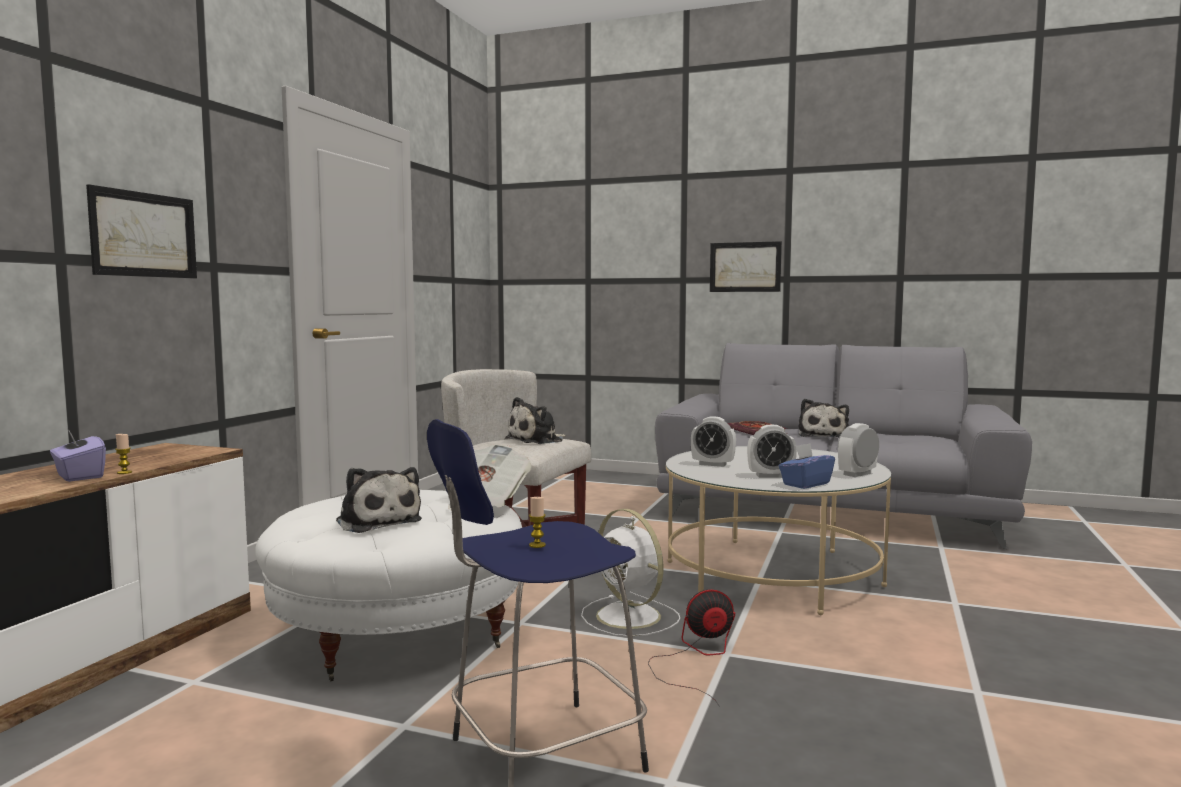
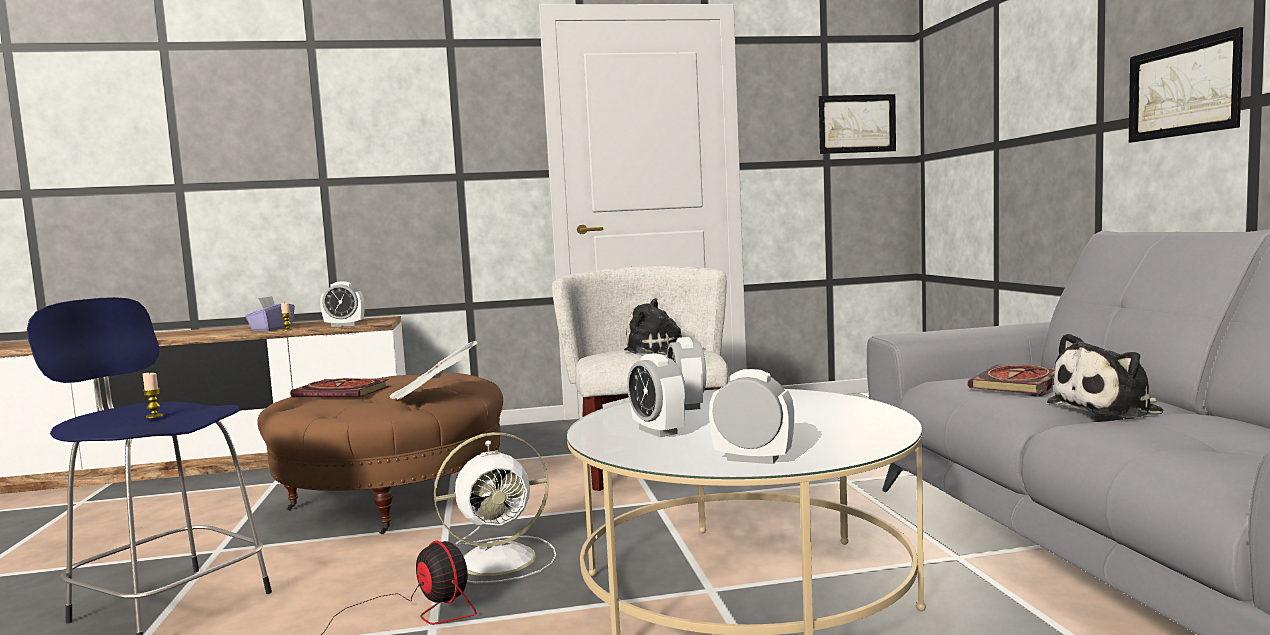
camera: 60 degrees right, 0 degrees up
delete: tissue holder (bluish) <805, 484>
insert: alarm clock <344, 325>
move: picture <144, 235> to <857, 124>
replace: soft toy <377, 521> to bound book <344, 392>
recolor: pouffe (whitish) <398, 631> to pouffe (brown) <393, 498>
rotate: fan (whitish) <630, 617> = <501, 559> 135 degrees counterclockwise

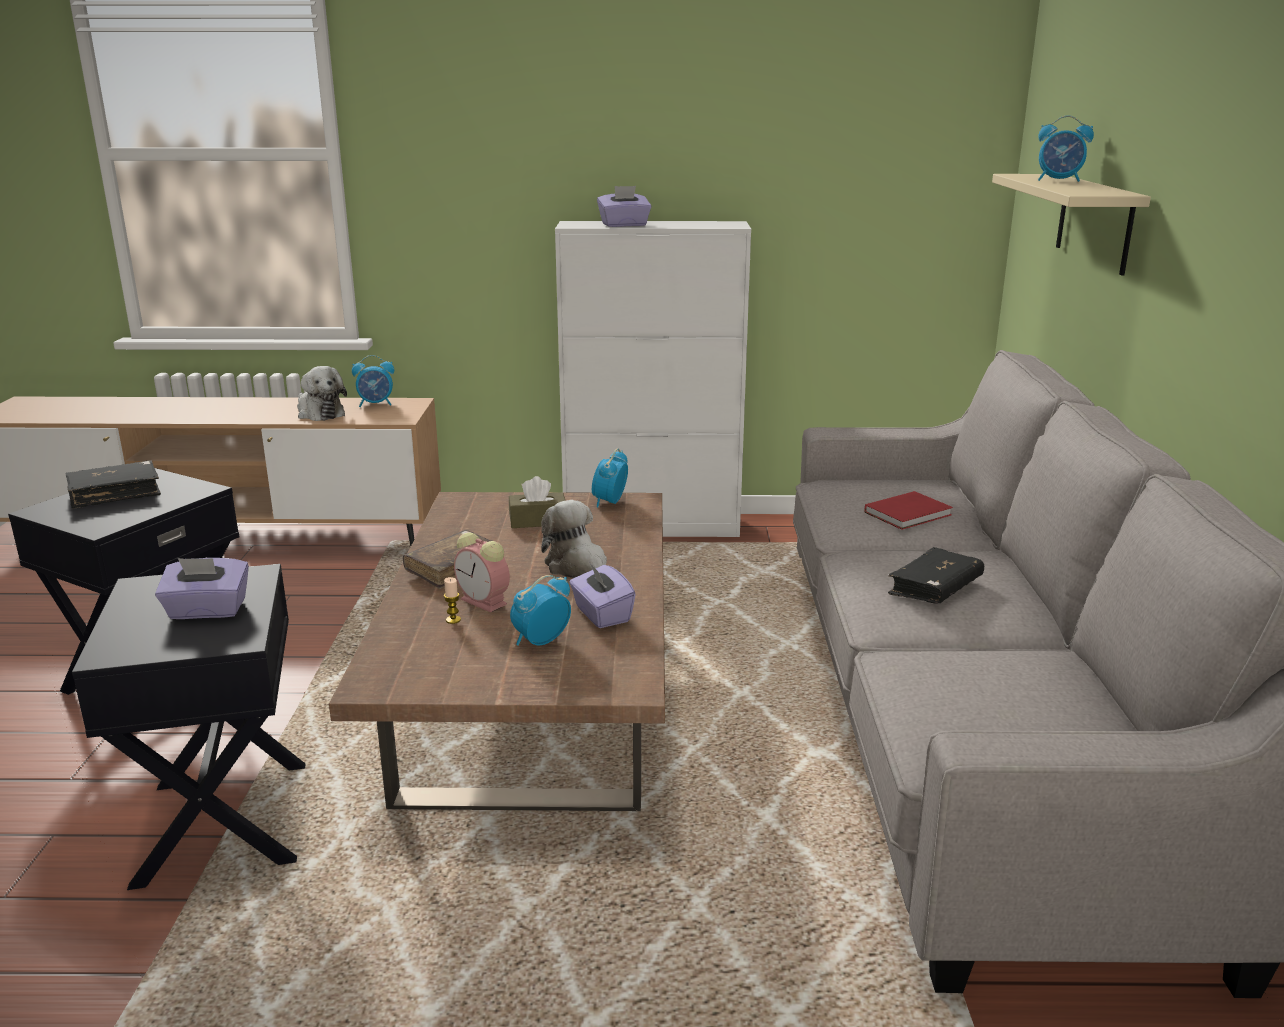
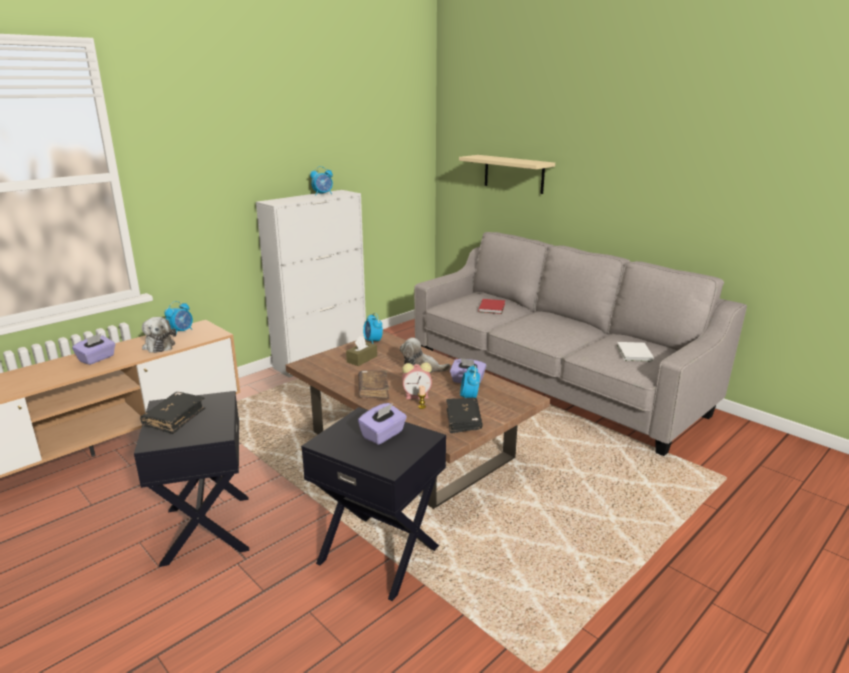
camera: 45 degrees left, 0 degrees up
insert: bound book (whitish) <634, 354>
move: alarm clock <1059, 180> to <323, 194>; tissue holder (purple-coloured) <624, 225> to <97, 359>; bound book (blackish) <935, 588> to <463, 421>
rotate: soft toy <319, 413> = <159, 345> 60 degrees clockwise

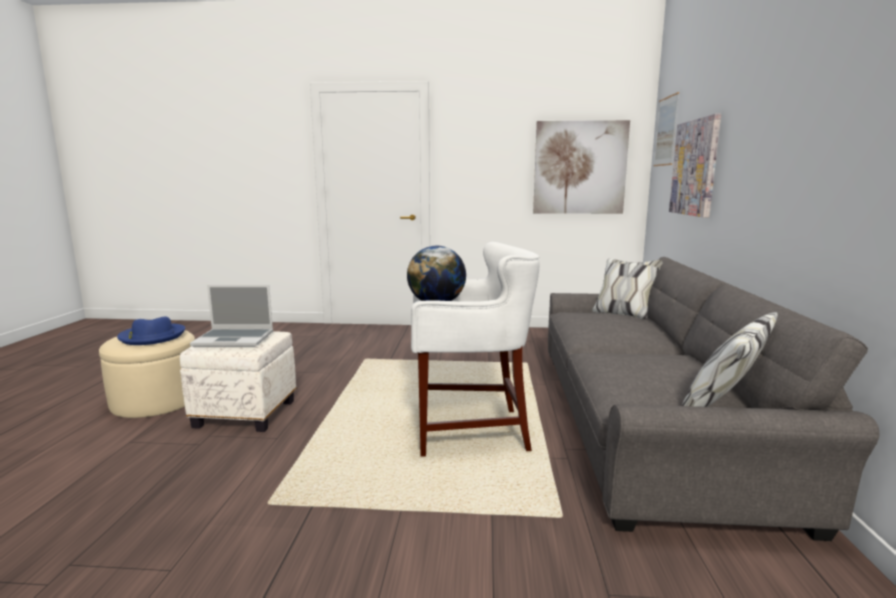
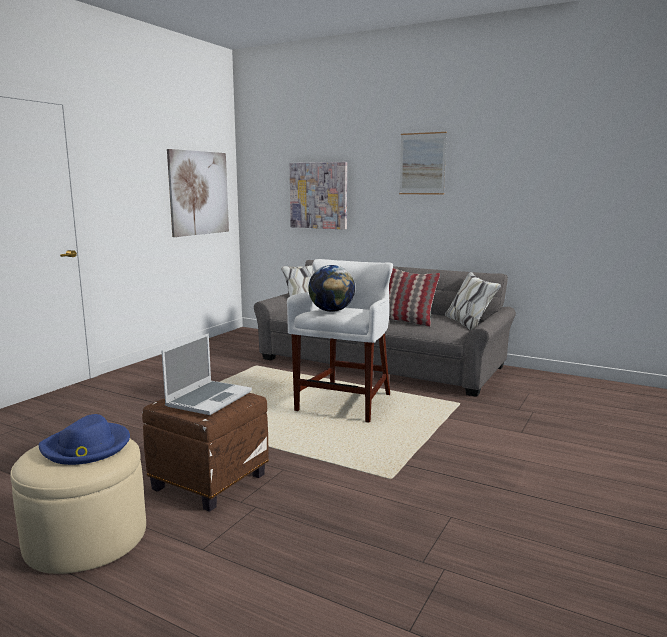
camera: 65 degrees left, 0 degrees up
insert: throw pillow <408, 321>
move: picture <666, 131> to <422, 163>
recolor: pouffe (whitish) <247, 413> to pouffe (brown) <210, 480>

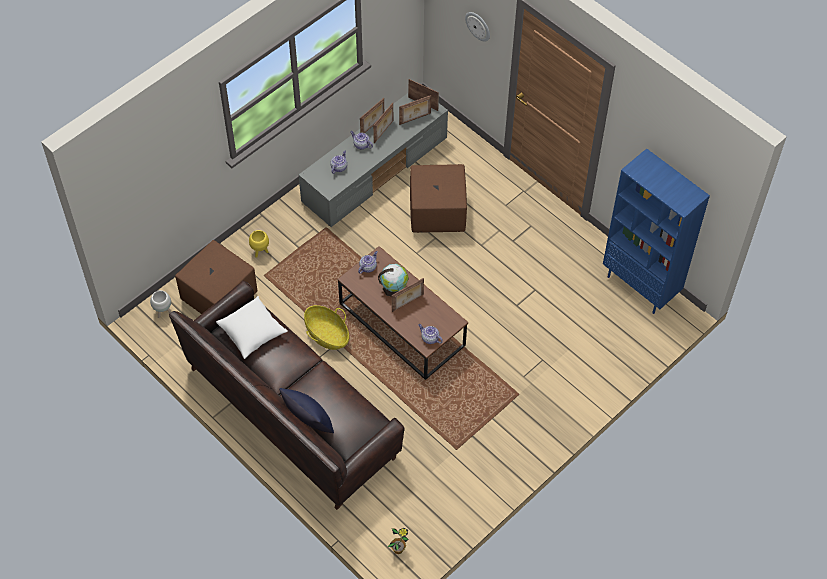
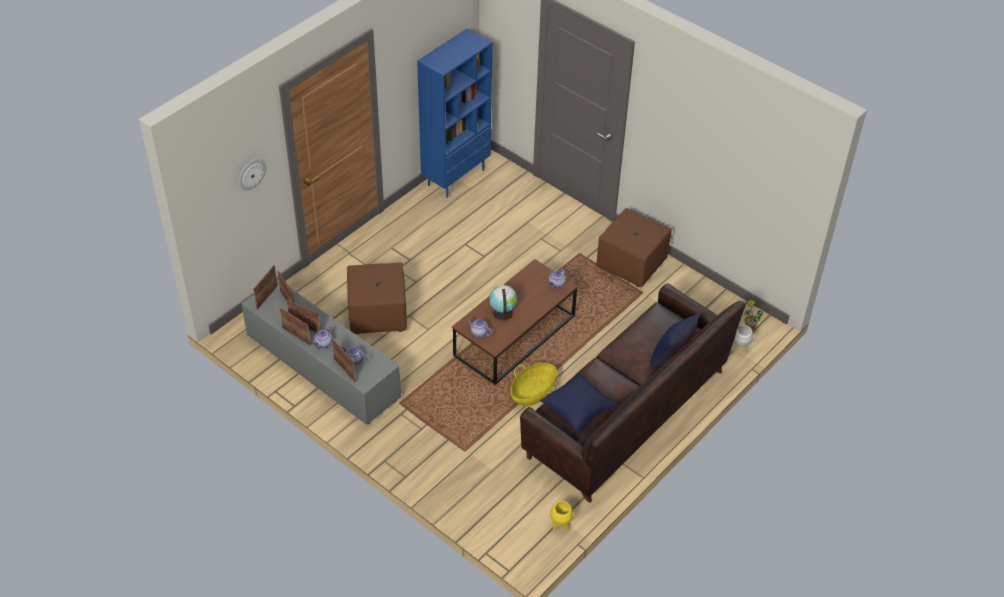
camera: 95 degrees left, 10 degrees down
move: flower pot (yellow-coloured) <260, 252> to <560, 526>; pouffe (brown) <220, 297> to <631, 264>; photo frame <408, 303> to <345, 370>; flower pot (whitish) <163, 312> to <740, 349>
recolor: throw pillow (whitish) <252, 332> to throw pillow (bluish) <577, 409>

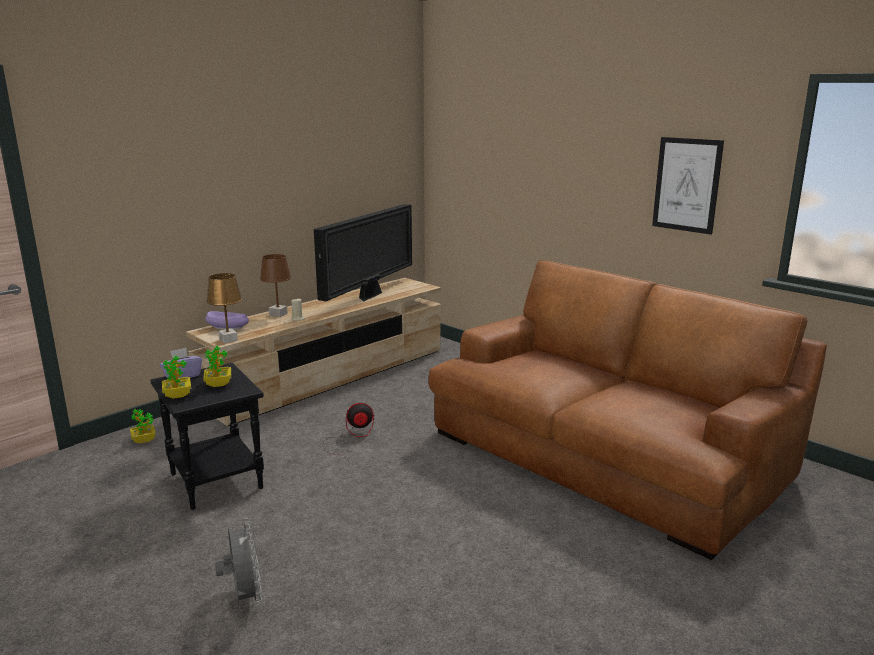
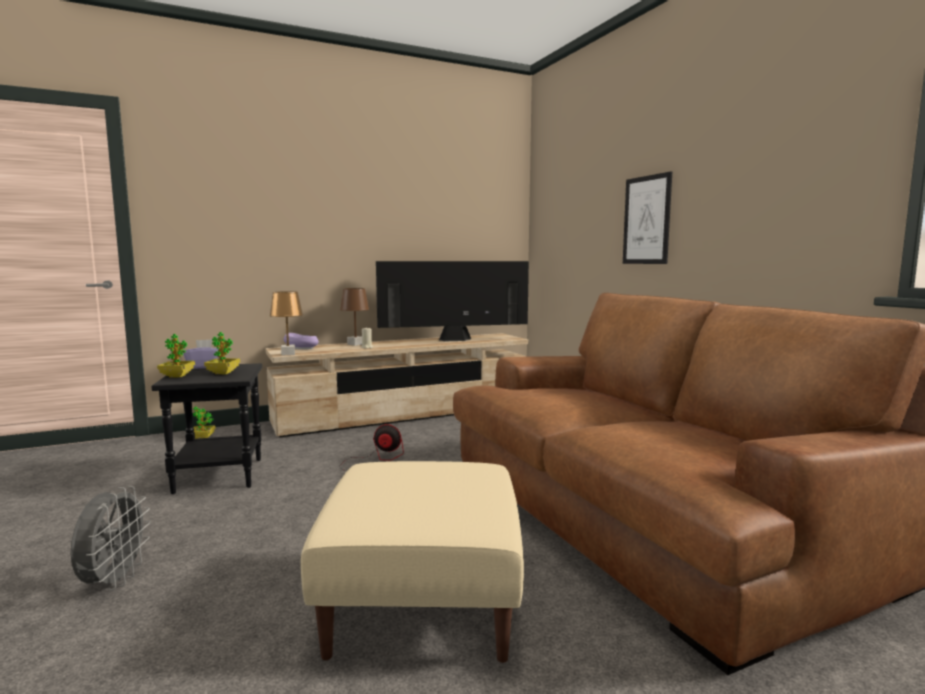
camera: 20 degrees right, 10 degrees down
insert: pouffe (beige-coloured) <423, 601>
move: picture <686, 185> to <646, 220>
rotate: TV set <370, 295> = <453, 340> 150 degrees counterclockwise

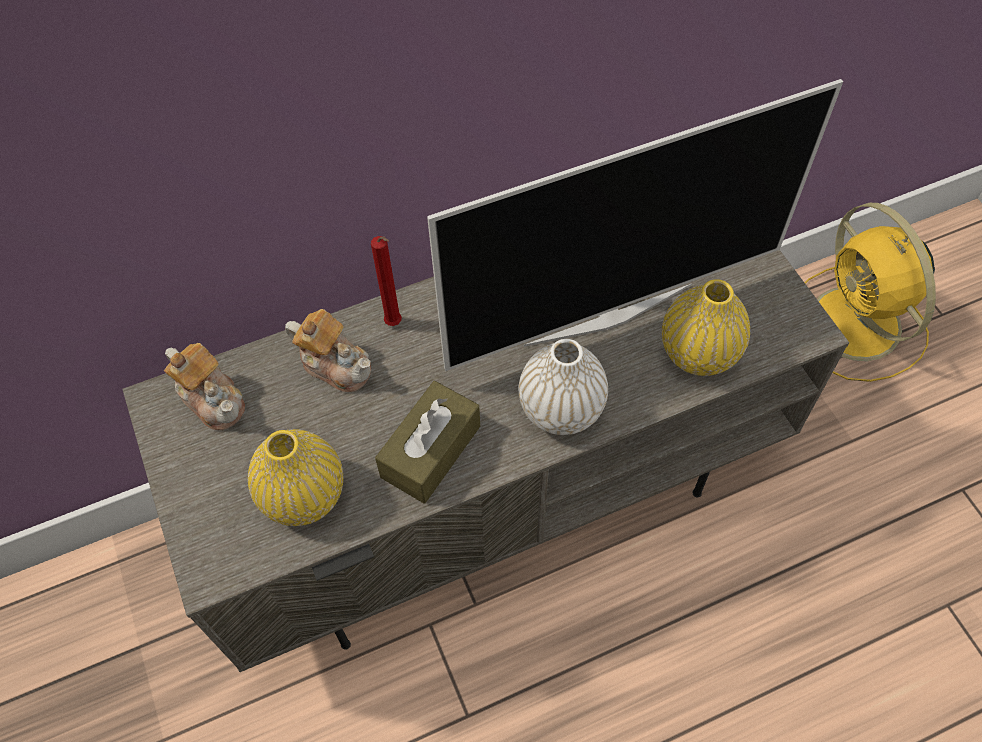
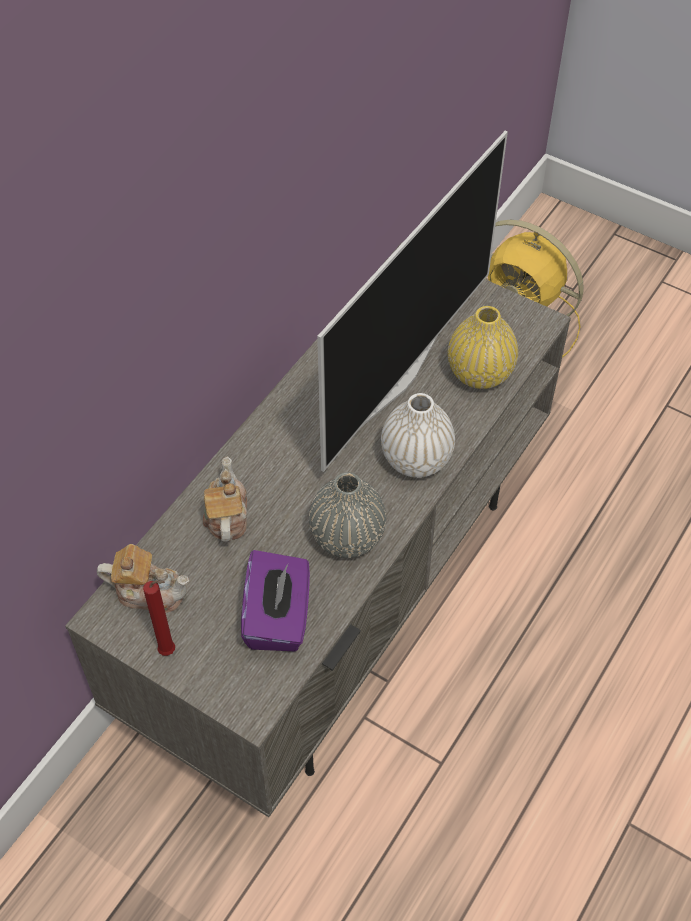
camera: 35 degrees left, 5 degrees down
move: wax candle (red-coloured) <395, 324> to <170, 652>
replace: tissue holder (brown) <431, 451> to flower vase (gray) <347, 537>; flower vase (yellow-coloured) <303, 495> to tissue holder (purple-coloured) <278, 618>
rotate: teapot <336, 365> = <226, 516> 90 degrees counterclockwise

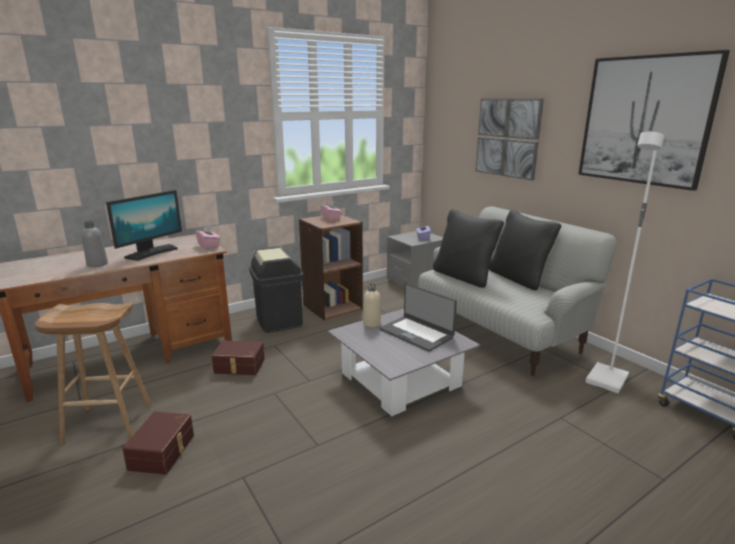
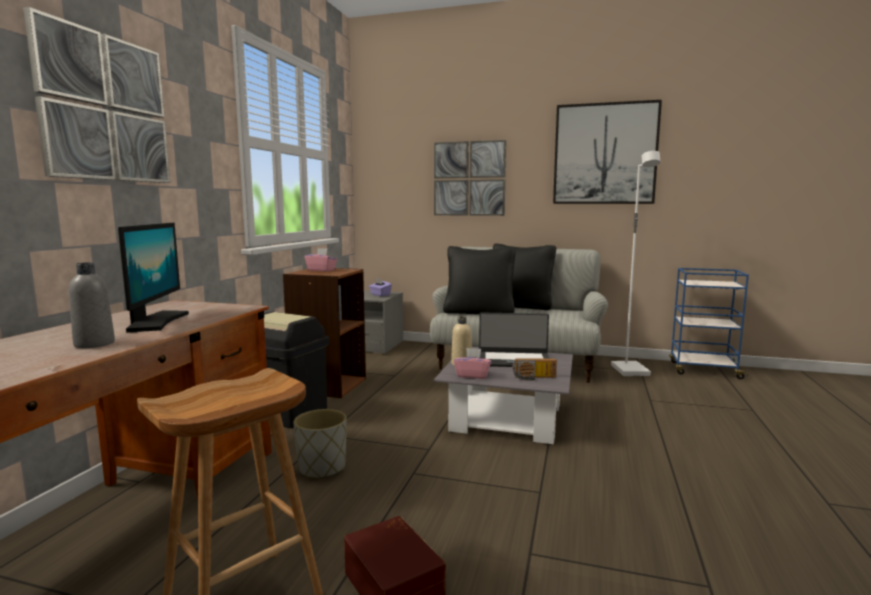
camera: 40 degrees left, 10 degrees down
insert: picture <105, 108>; radio <534, 378>
move: tissue holder (pink-coloured) <209, 246> to <472, 375>
replace: storage box (brown) <239, 366> to flower pot (gray) <322, 468>

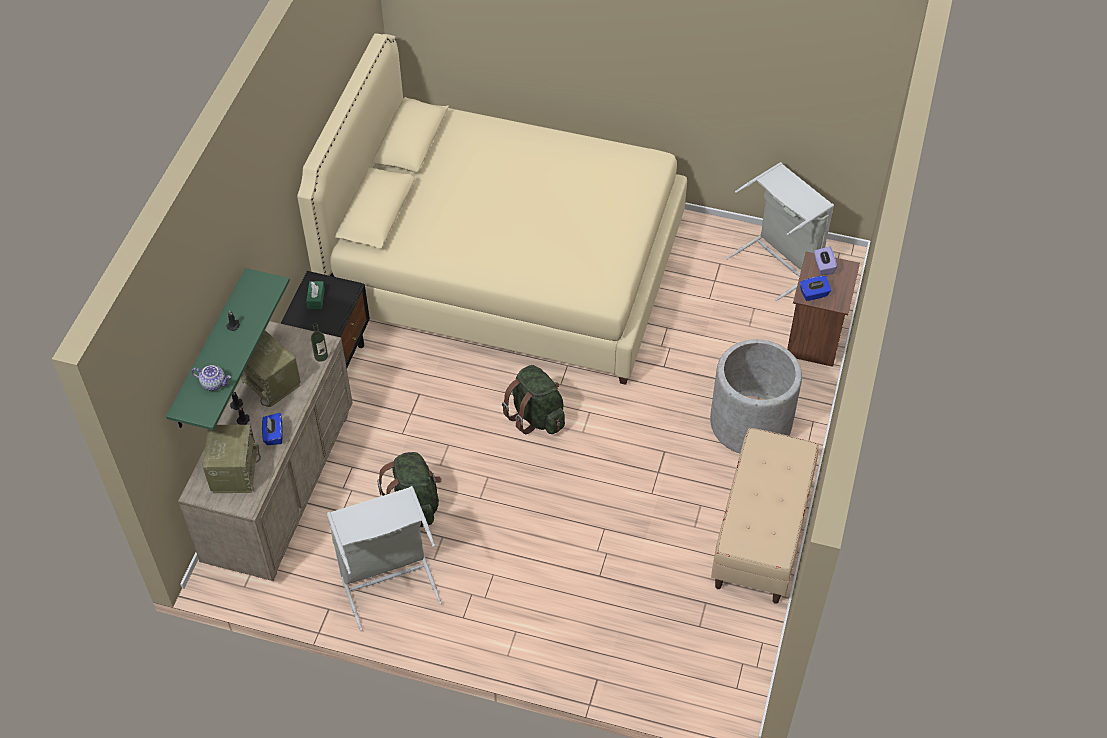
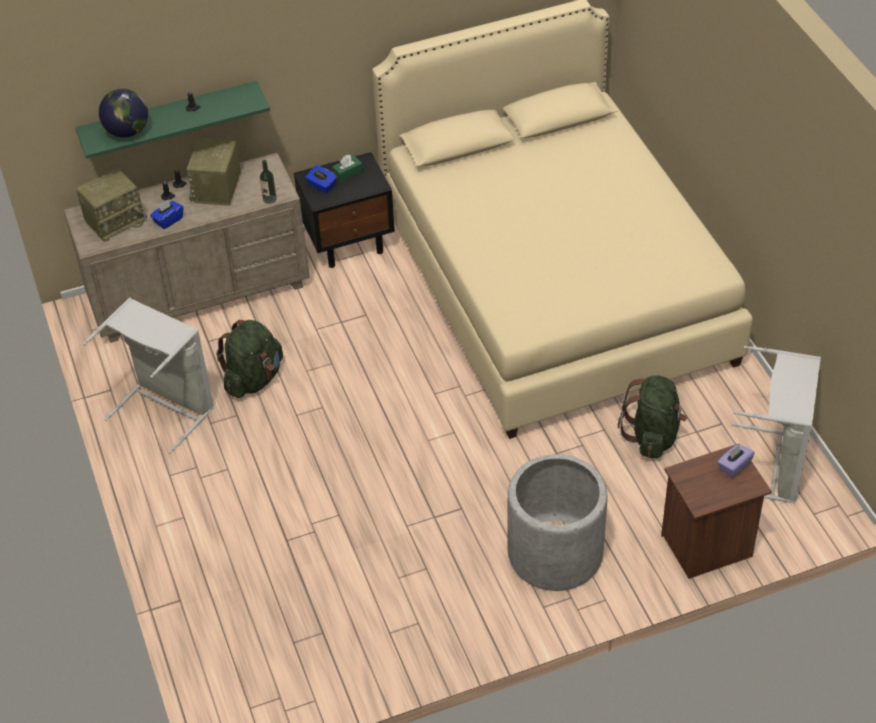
camera: 55 degrees right, 5 degrees down
delete: bench (beige-coloured) <761, 535>
move: tissue holder (bluish) <814, 294> to <321, 186>; backpack (green-coloured) <536, 416> to <653, 435>
replace: teapot <214, 383> to globe <127, 131>

